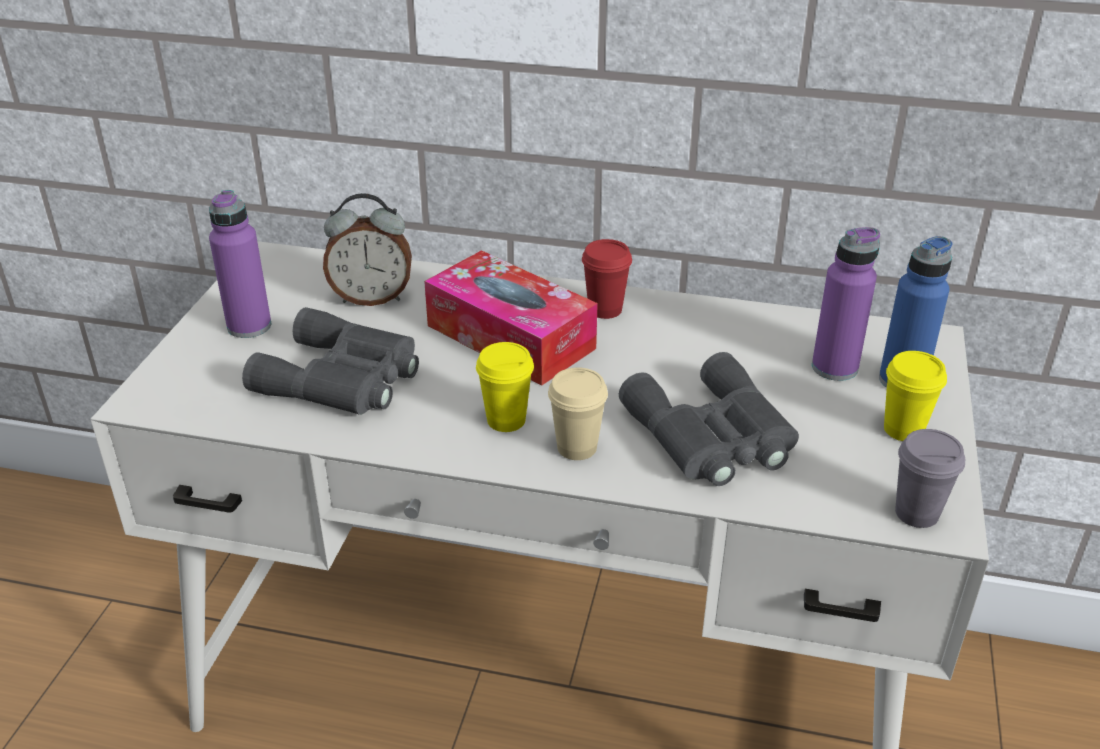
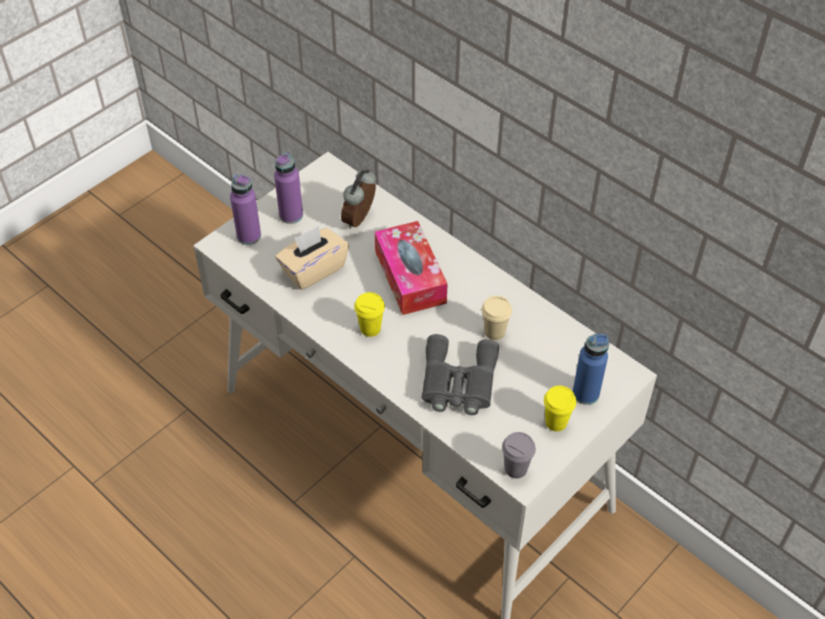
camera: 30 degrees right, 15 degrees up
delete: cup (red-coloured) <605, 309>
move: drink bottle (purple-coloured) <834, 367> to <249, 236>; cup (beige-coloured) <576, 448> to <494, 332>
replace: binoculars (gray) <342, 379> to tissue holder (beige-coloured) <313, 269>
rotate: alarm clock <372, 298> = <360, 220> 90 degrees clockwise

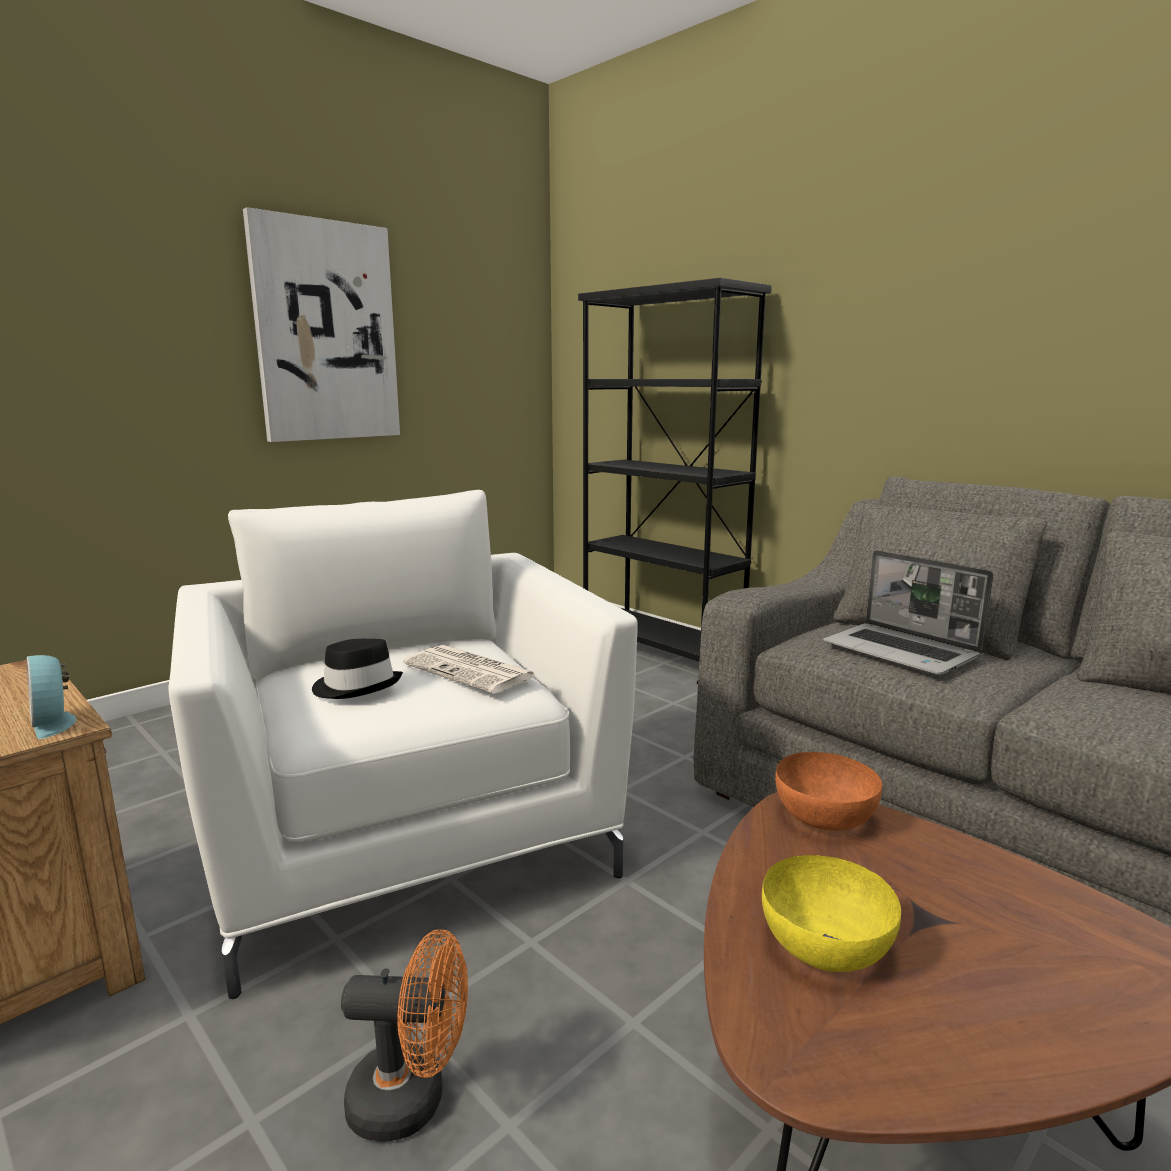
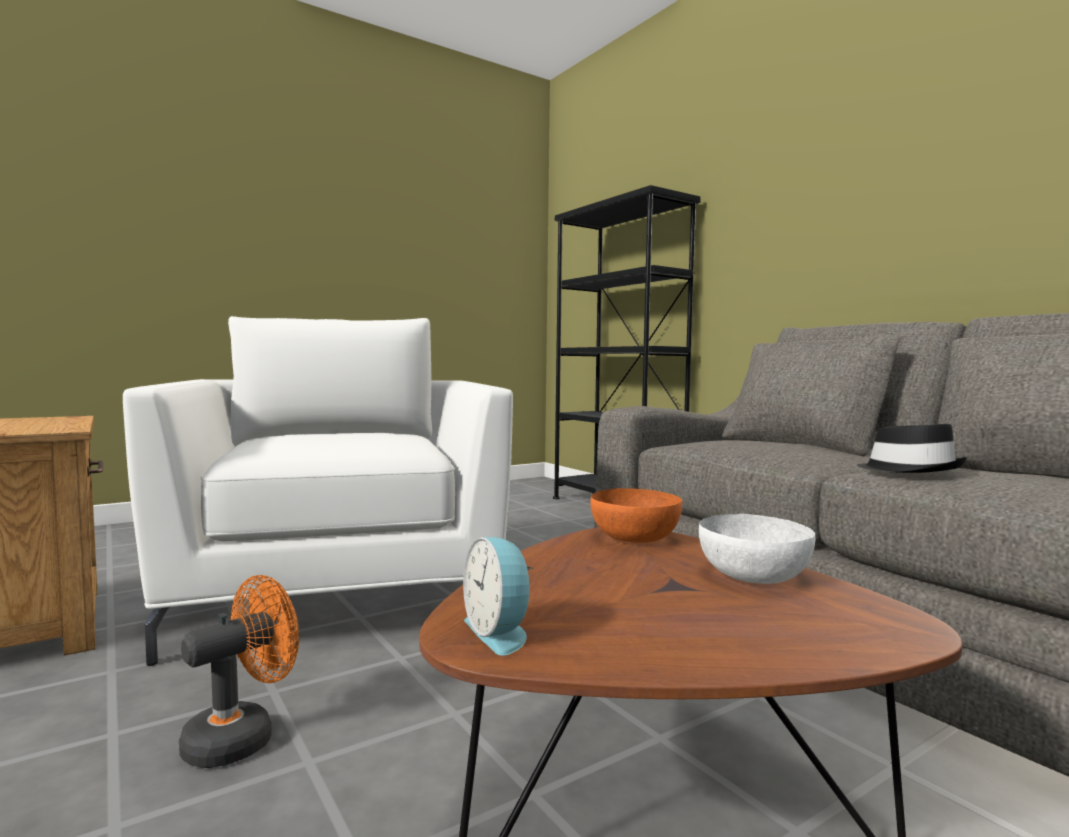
camera: 10 degrees right, 10 degrees down
delete: picture <326, 332>; portable computer <902, 652>; printed paper <471, 671>; serving bowl (yellow-coloured) <825, 944>
insert: serving bowl (whitish) <752, 575>
move: clothing hat (blackish) <357, 686> to <910, 469>; alarm clock <54, 722> to <499, 632>
rotate: fan (orange) <412, 1099> = <242, 736> 60 degrees counterclockwise

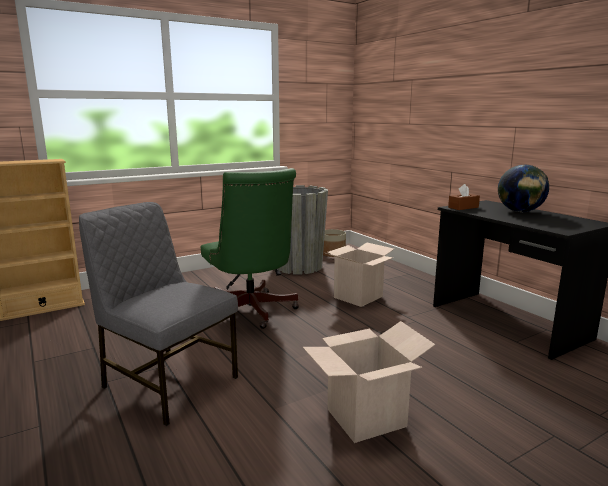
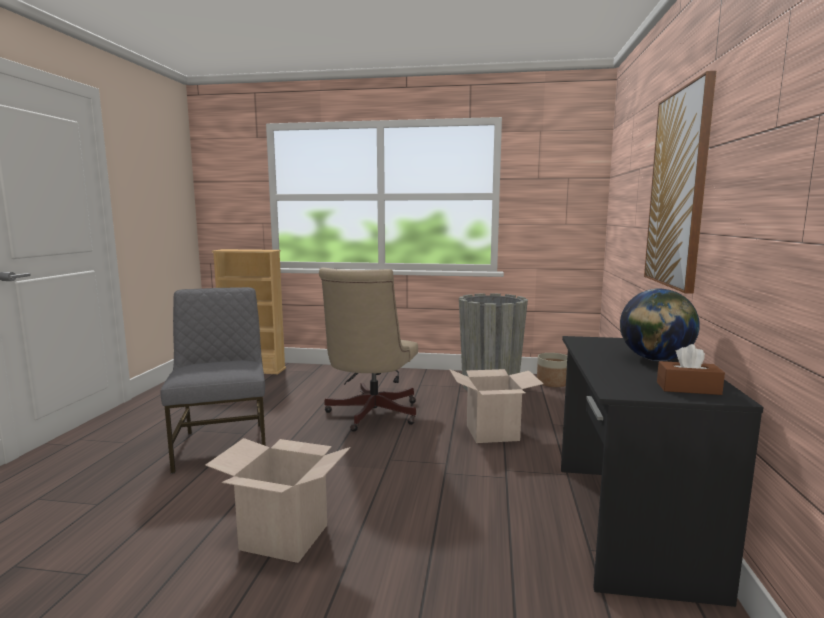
camera: 40 degrees right, 5 degrees down
insert: picture <678, 189>
move: tissue holder (brown) <463, 207> to <688, 388>
recolor: desk chair (green-coloured) <251, 312> to desk chair (beige-coloured) <370, 415>

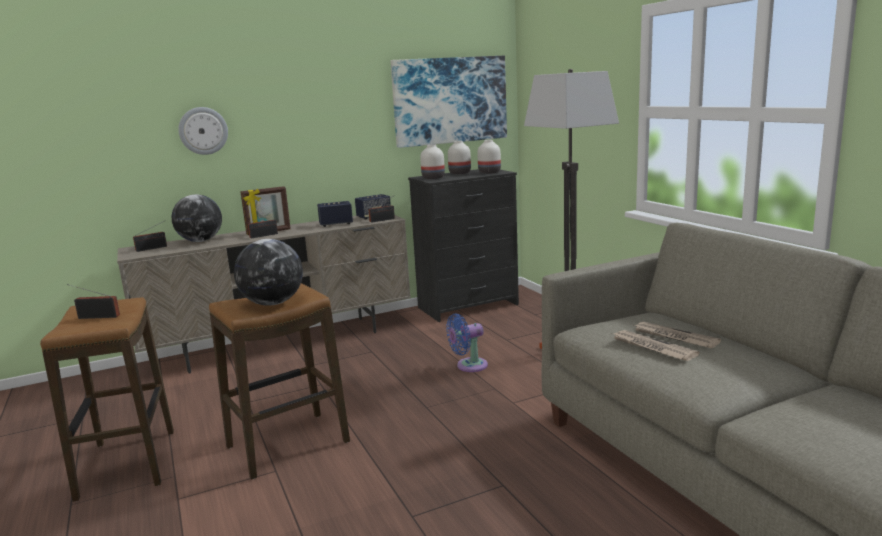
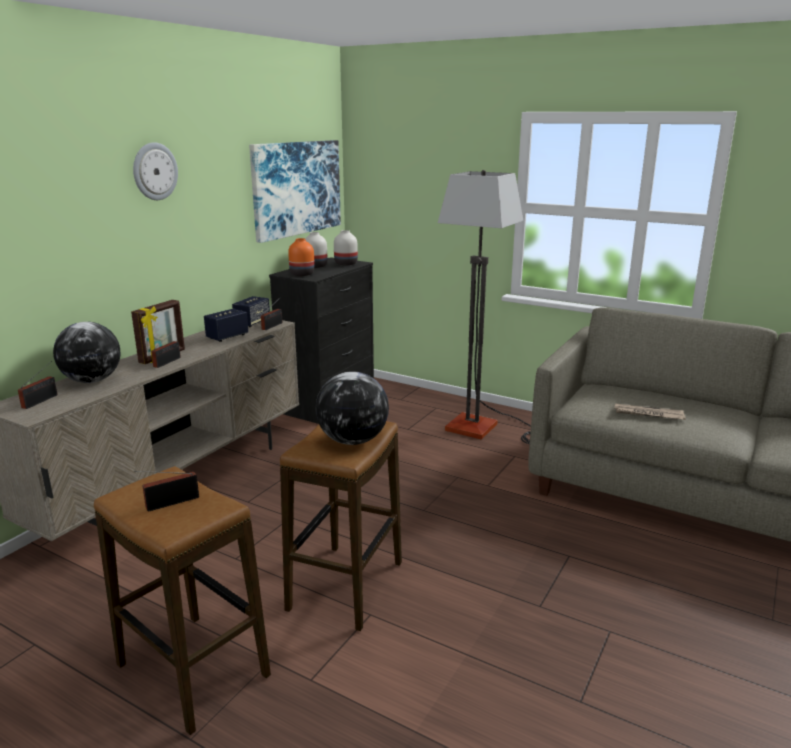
camera: 35 degrees left, 5 degrees up
delete: fan (bluish) <468, 366>; printed paper <674, 337>
move: hanging clock <203, 131> to <154, 171>
recolor: flower vase (whitish) <434, 178> to flower vase (orange) <303, 274>

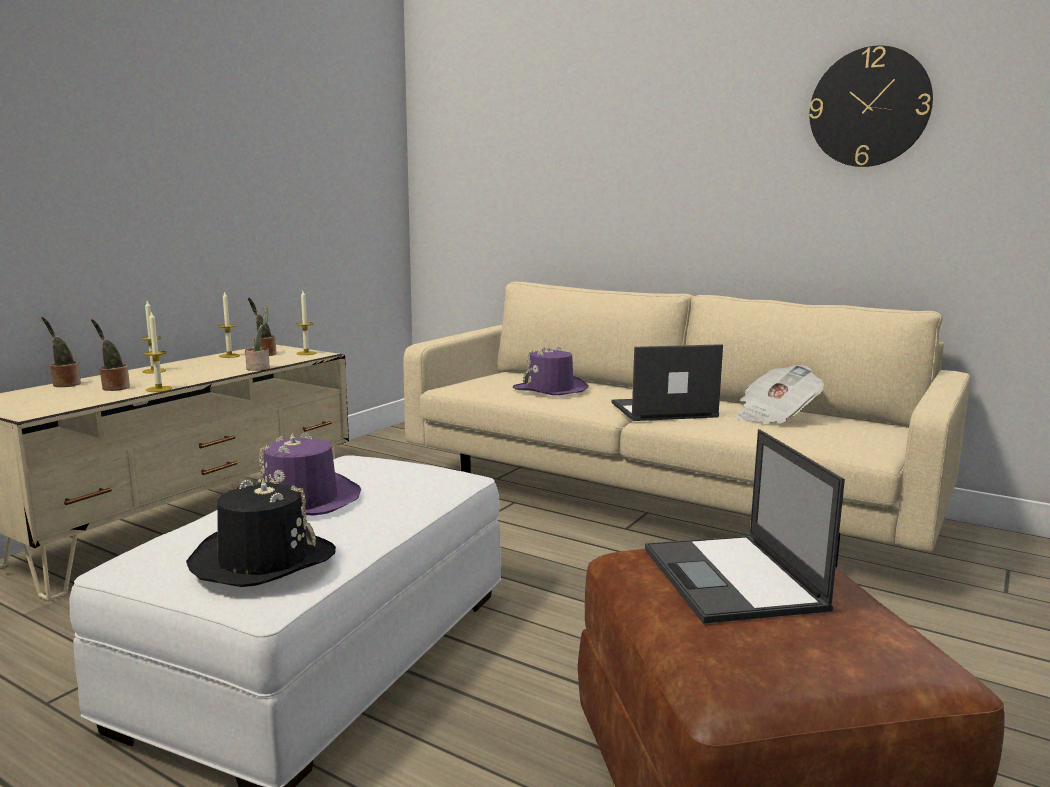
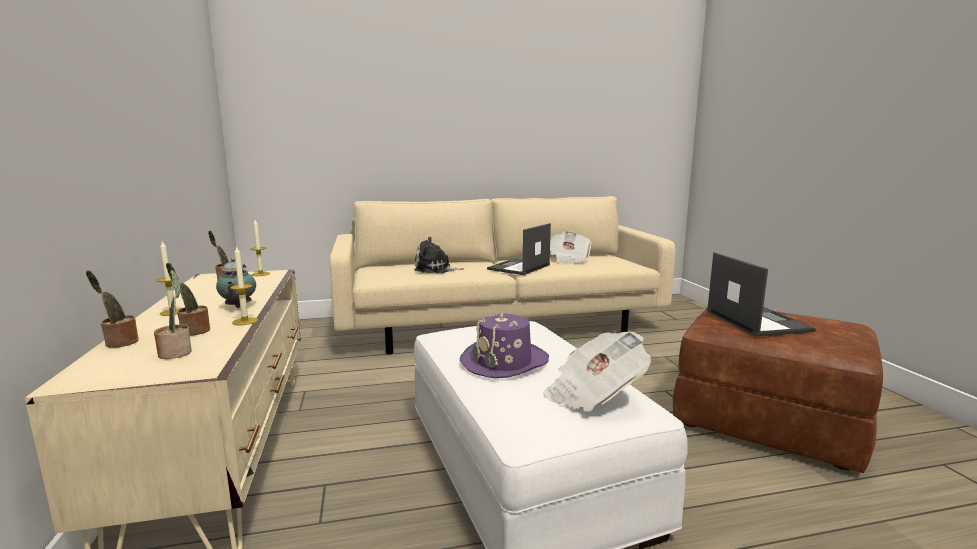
camera: 45 degrees left, 0 degrees up
delete: hanging clock <869, 107>; wax candle <229, 356>
insert: teapot <238, 307>
move: houseplant <259, 368> to <176, 352>
replace: clothing hat (purple-coloured) <550, 389> to soft toy <435, 269>; clothing hat (blackish) <262, 560> to printed paper <593, 394>
rotate: portable computer <733, 579> = <756, 320> 135 degrees counterclockwise

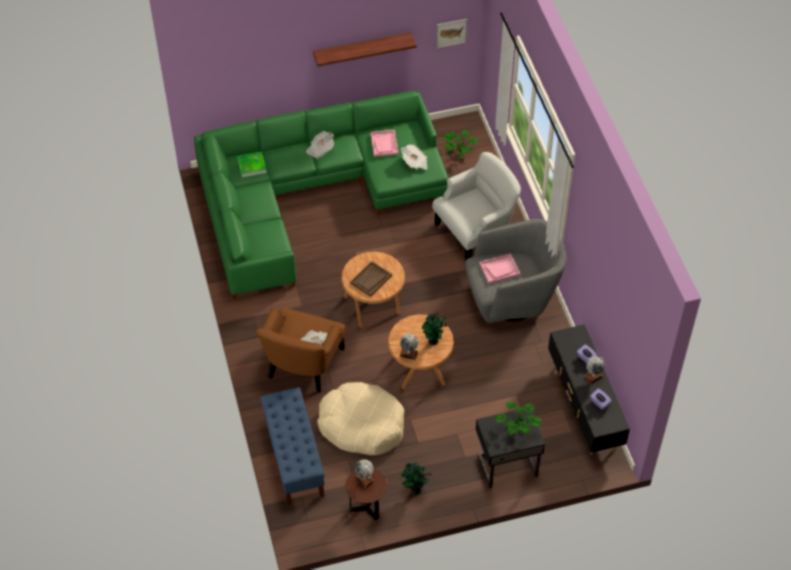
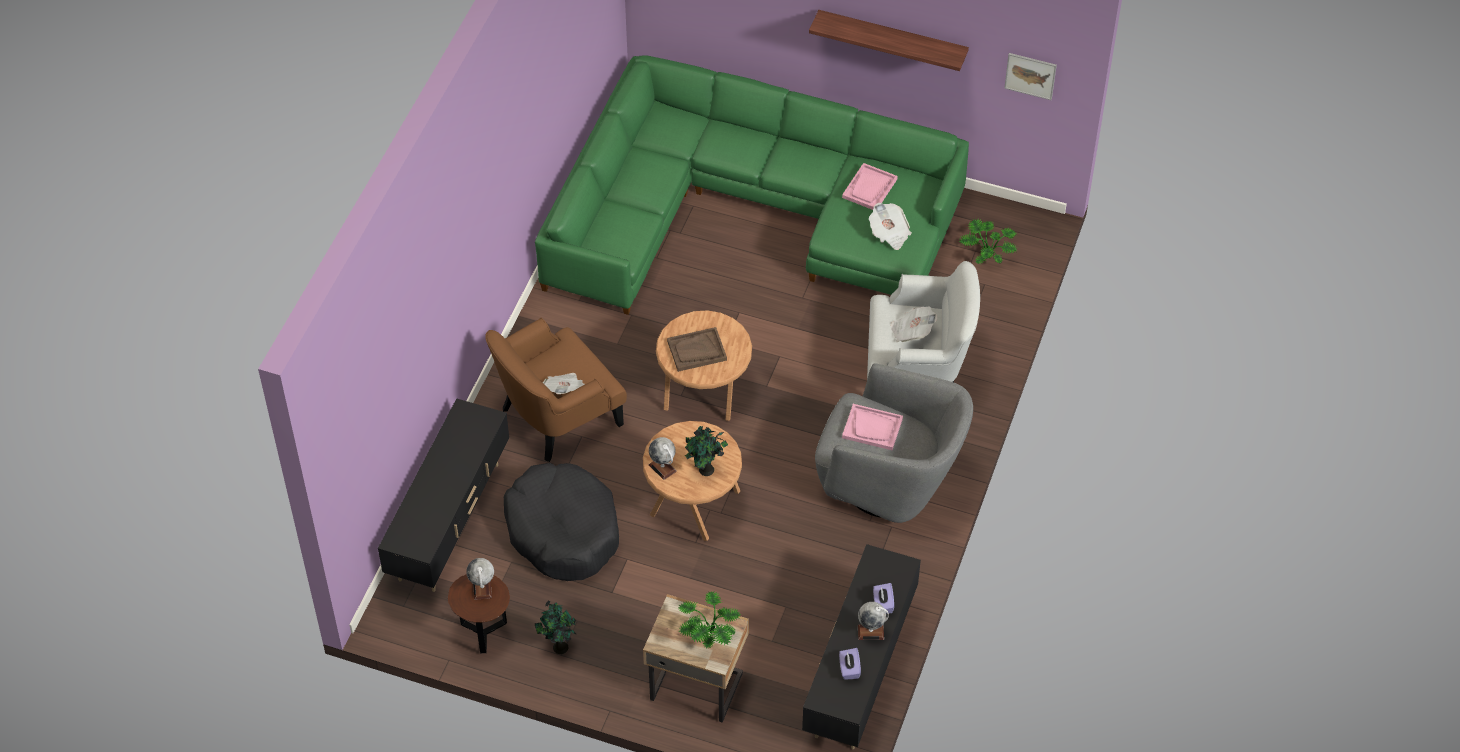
camera: 35 degrees right, 0 degrees up
delete: serving tray <252, 166>
move: printed paper <320, 150> to <912, 331>
replace: bench (bluish) <294, 458> to media console (blackish) <450, 522>
recolor: pet bed (beige-coloured) <361, 425> to pet bed (blackish) <563, 531>; nightstand (blackish) <506, 464> to nightstand (beige-coloured) <697, 684>

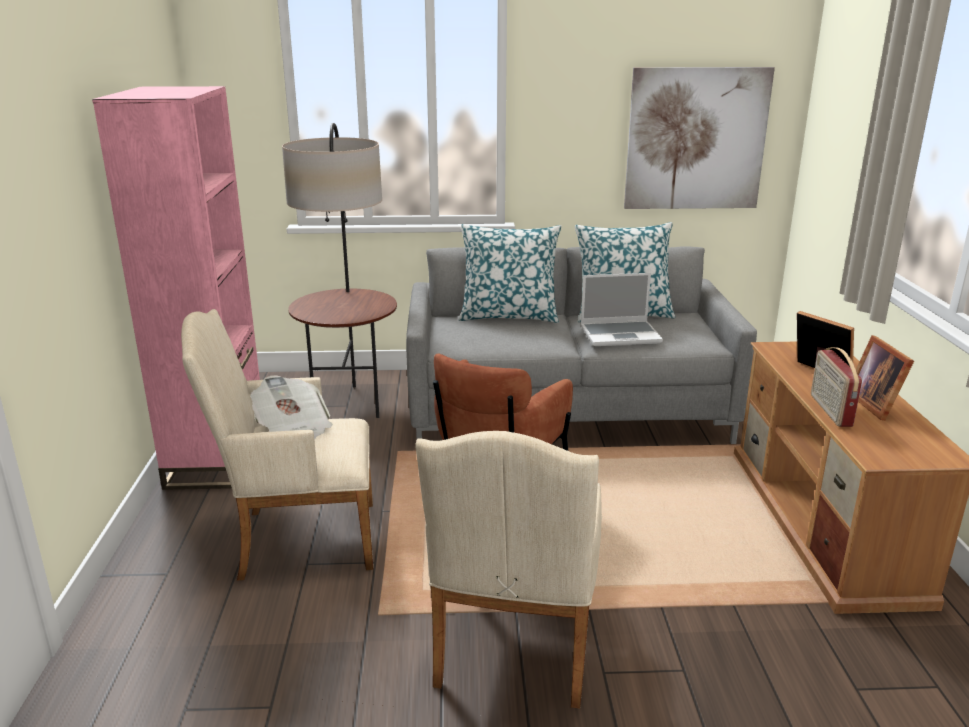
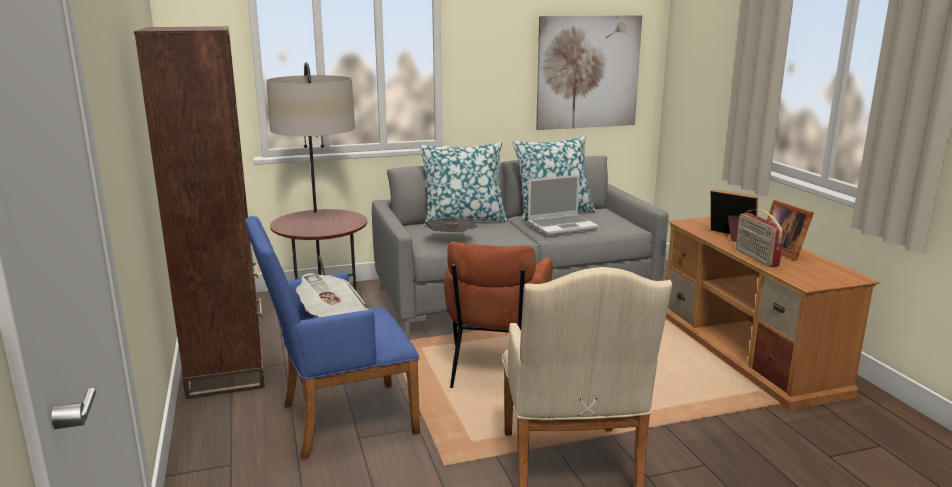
camera: 15 degrees left, 5 degrees down
insert: printed paper <451, 239>
recolor: bookshelf (pink-coloured) <218, 459> to bookshelf (brown) <226, 368>; armchair (beige-coloured) <298, 539> to armchair (bluish) <339, 420>

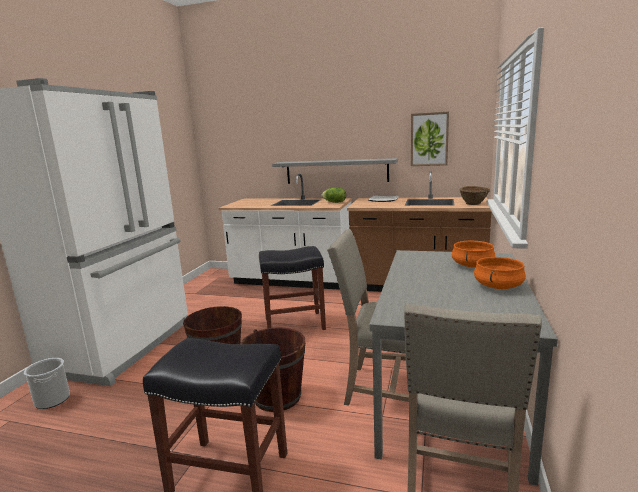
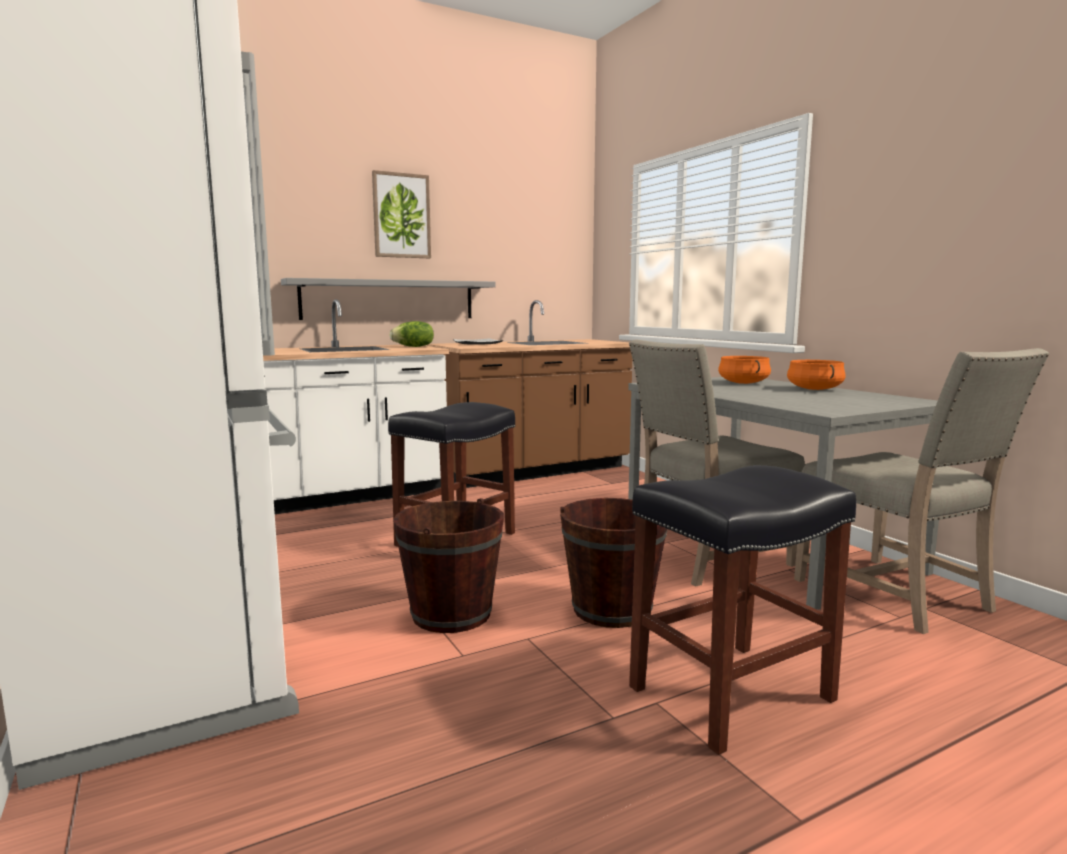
camera: 45 degrees left, 5 degrees down
delete: serving bowl (brown) <474, 204>; water bucket <52, 399>
move: picture <429, 139> to <401, 216>

